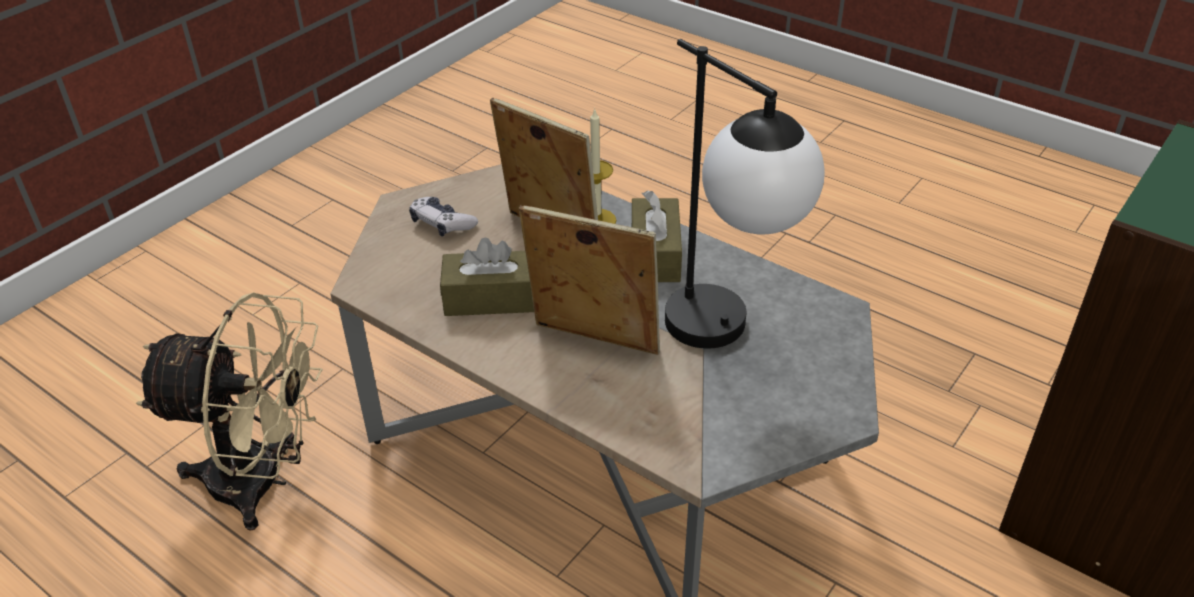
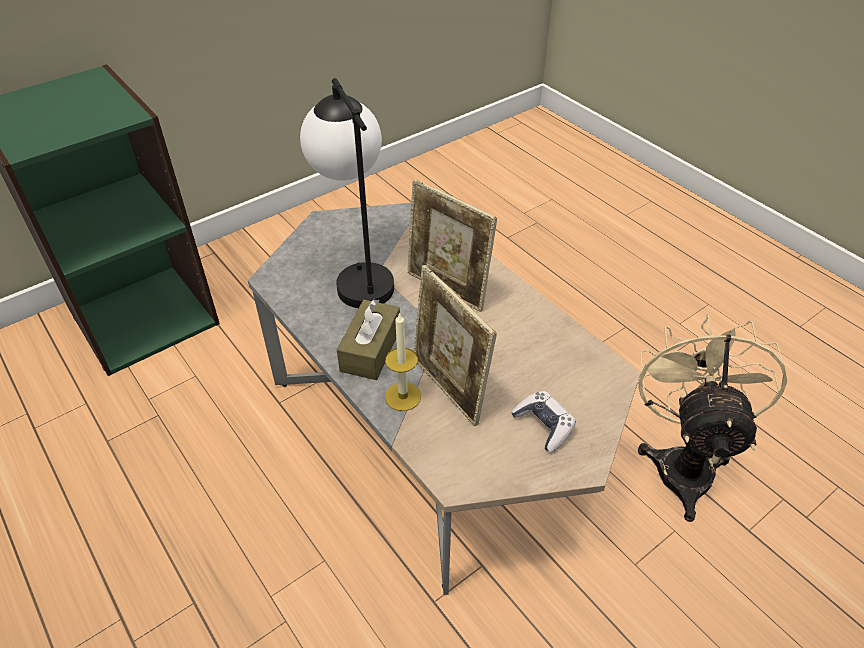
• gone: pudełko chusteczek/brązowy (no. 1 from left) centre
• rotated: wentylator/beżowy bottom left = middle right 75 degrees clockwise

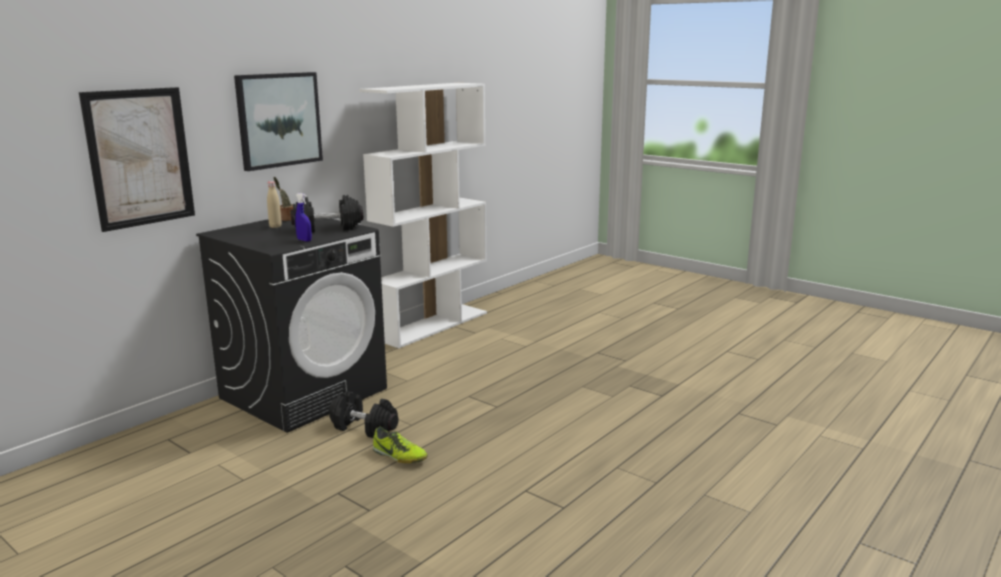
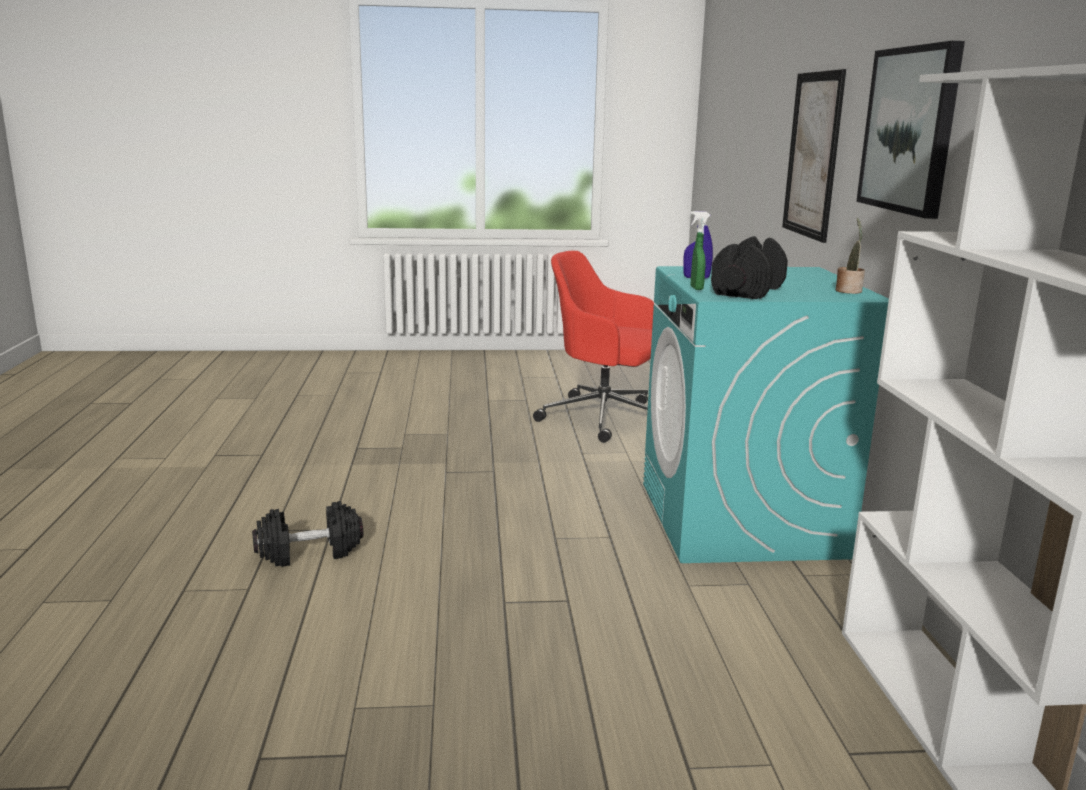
• gone: butelka/beżowy middle left
• repainted: pralka/czarny middle left to pralka/turkusowy middle right
• shifted: hantel/czarny (no. 2 from left in the first image) bottom centre to hantel/czarny (no. 1 from left) bottom left
• gone: but bottom centre
• new: spryskiwacz/zielony top centre
• new: krzesło biurowe/czerwony centre

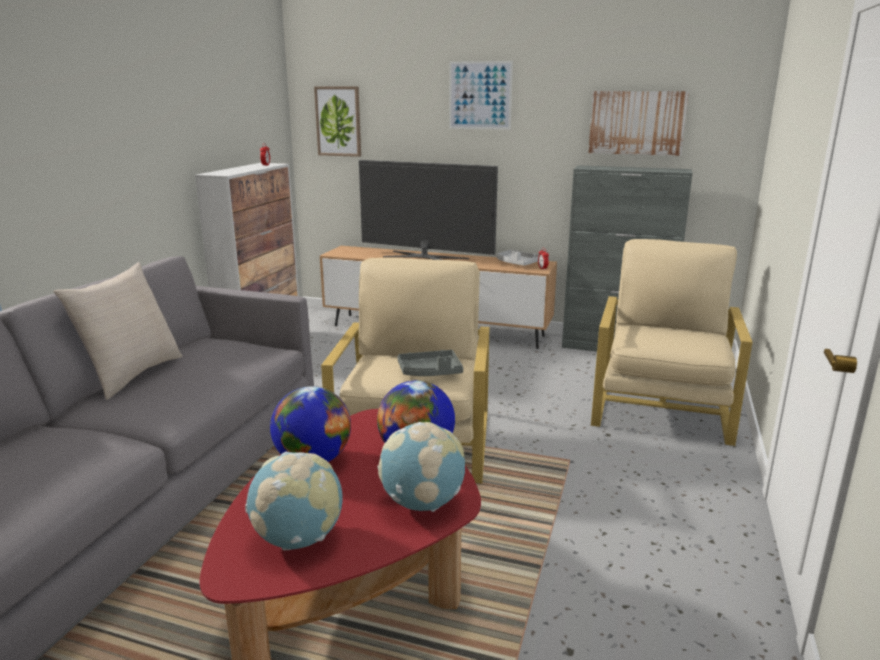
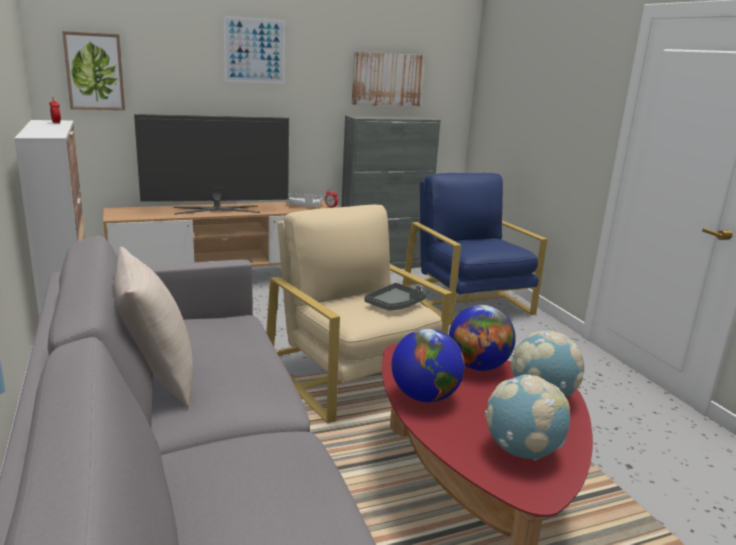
• repainted: fotel/beżowy (no. 2 from left) middle right to fotel/niebieski centre

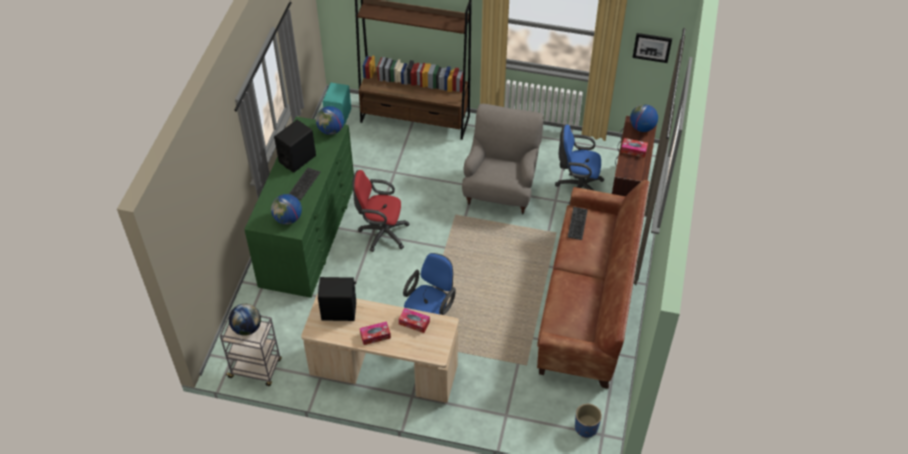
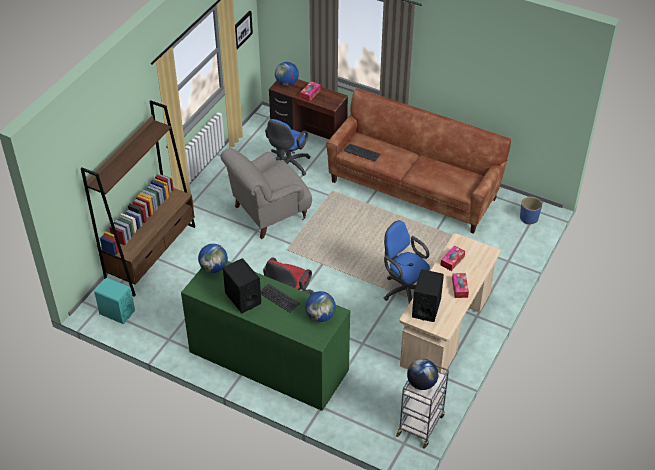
• rotated: fotel/szary centre = centre 60 degrees counterclockwise

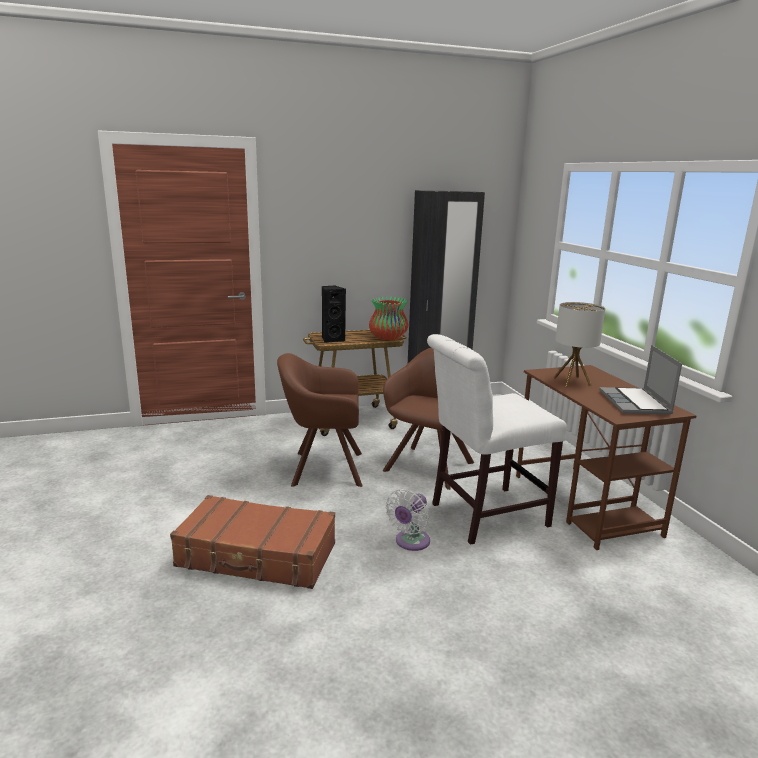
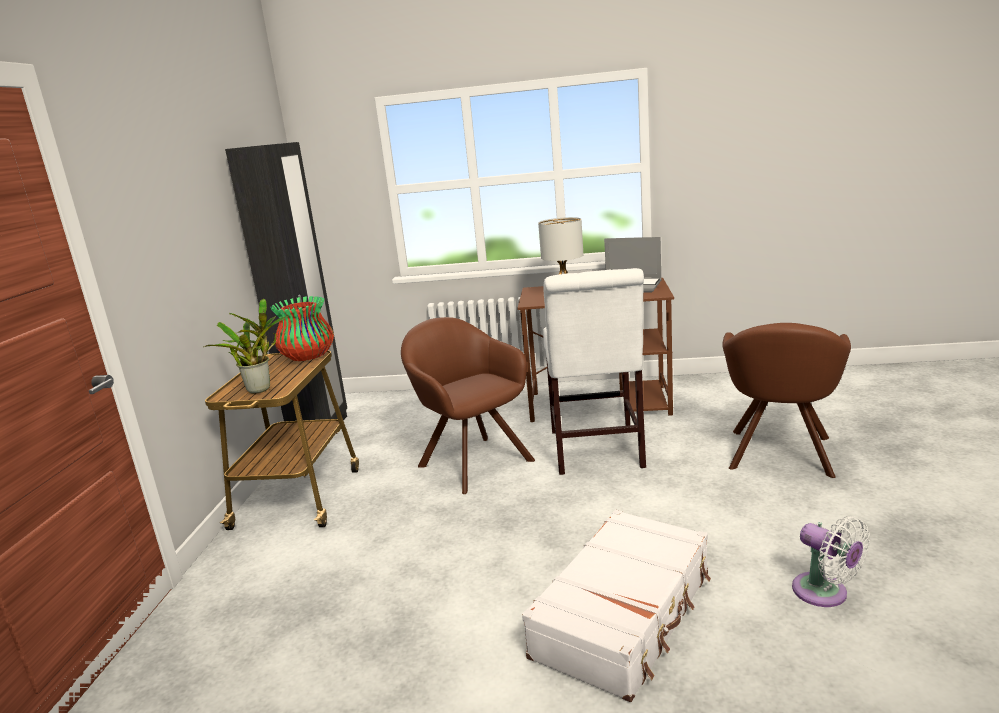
• swapped: głośnik/czarny centre to roślina doniczkowa middle left
• shifted: fotel/brązowy (no. 1 from left in the first image) centre to fotel/brązowy (no. 2 from left) middle right
• shifted: wentylator/biały bottom centre to bottom right
• repainted: walizka/brązowy bottom left to walizka/biały bottom centre

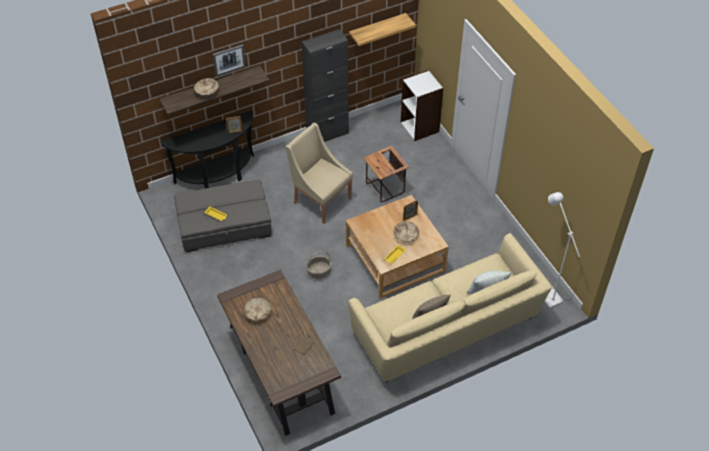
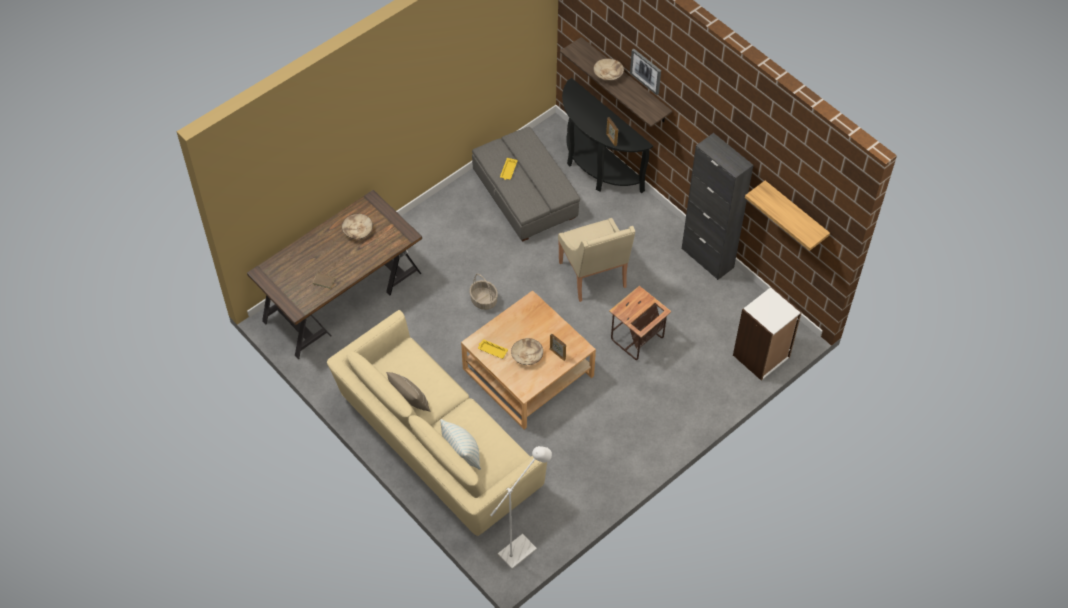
• rotated: fotel/beżowy centre = centre 135 degrees clockwise

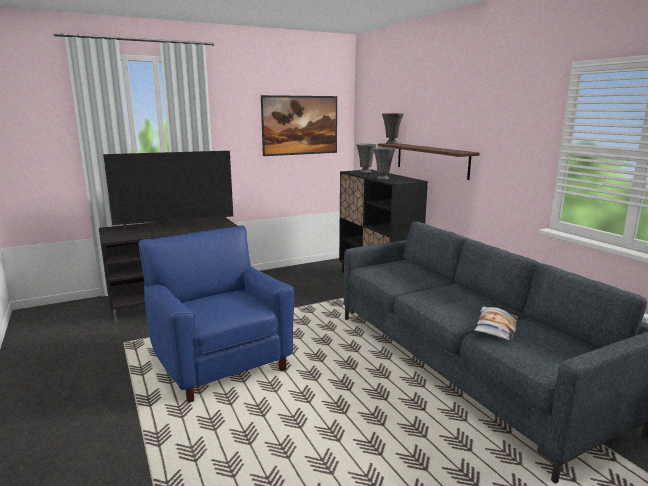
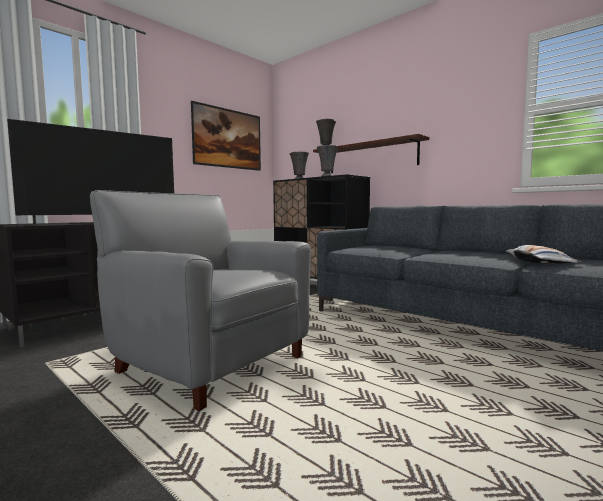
• repainted: fotel/niebieski centre to fotel/szary middle left

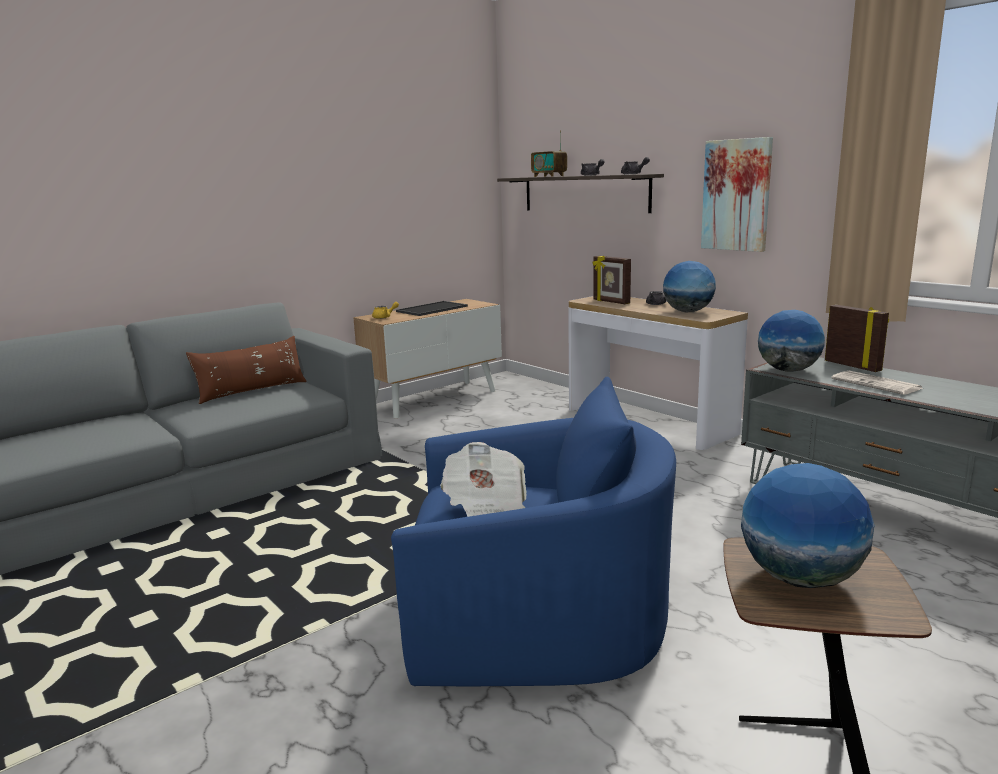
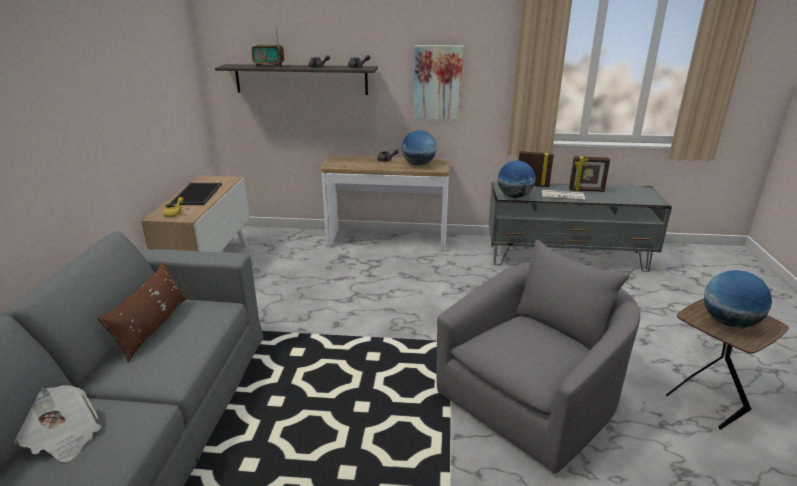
• shifted: ramka na zdjęcie (no. 1 from left in the first image) centre to ramka na zdjęcie (no. 2 from left) middle right
• repainted: fotel/niebieski bottom centre to fotel/szary bottom right
• shifted: gazeta (no. 1 from left) centre to bottom left

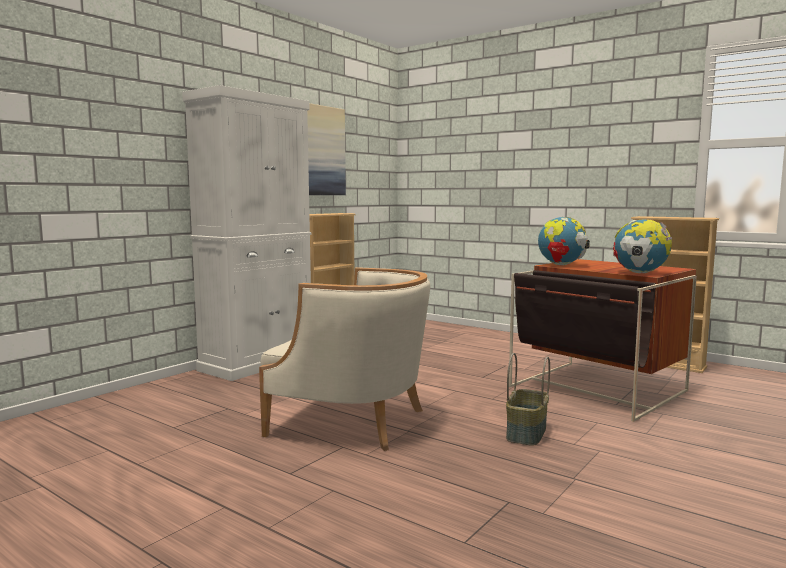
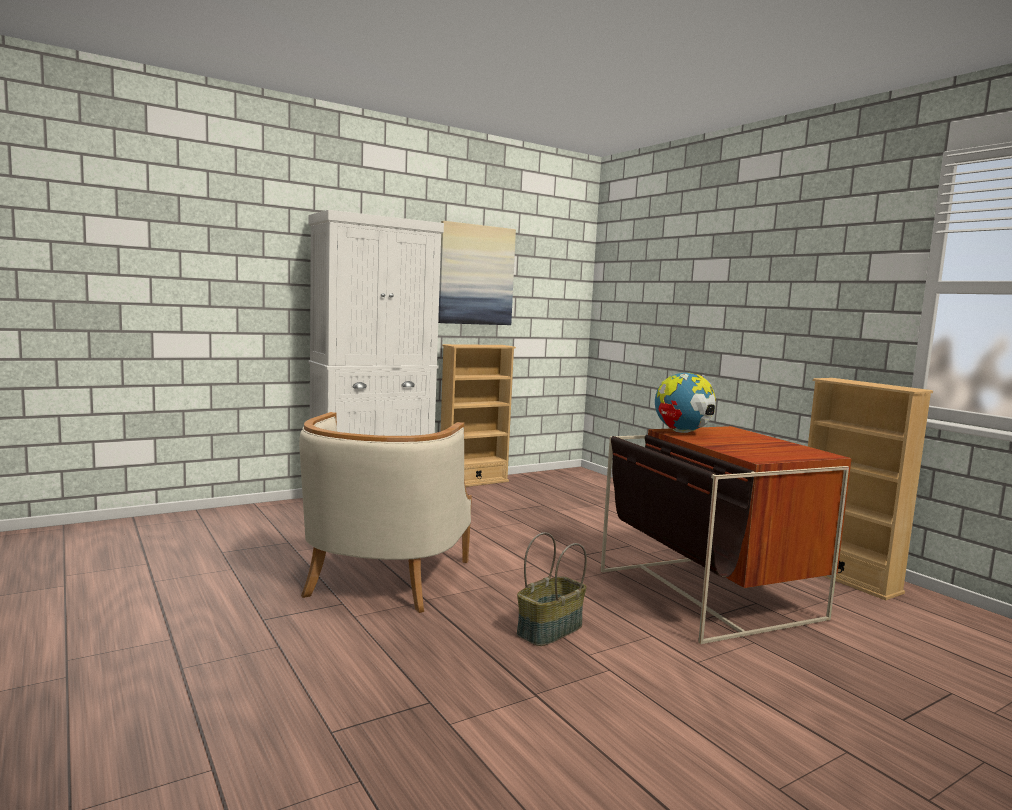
• gone: globus (no. 2 from left) middle right
• rotated: fotel/beżowy centre = centre 60 degrees clockwise

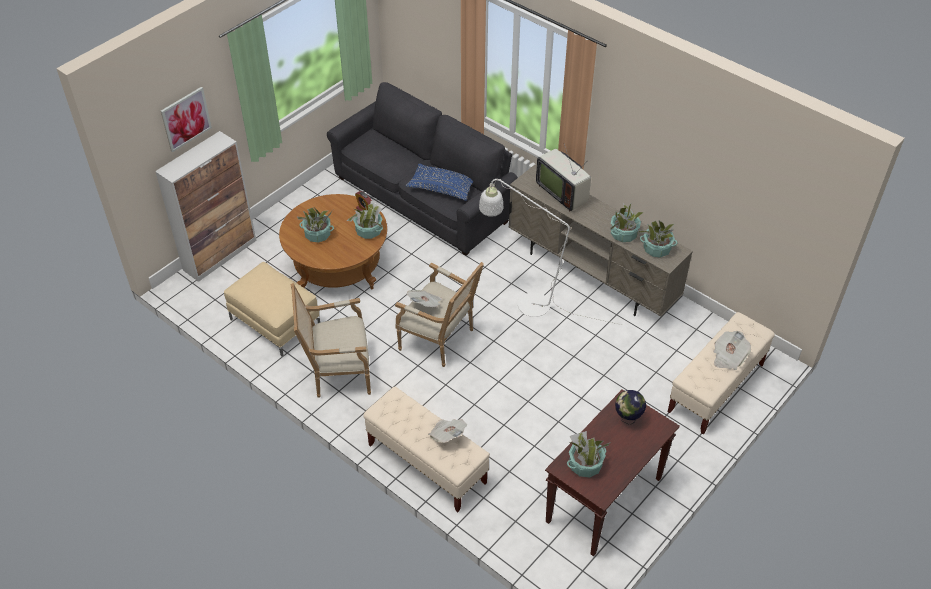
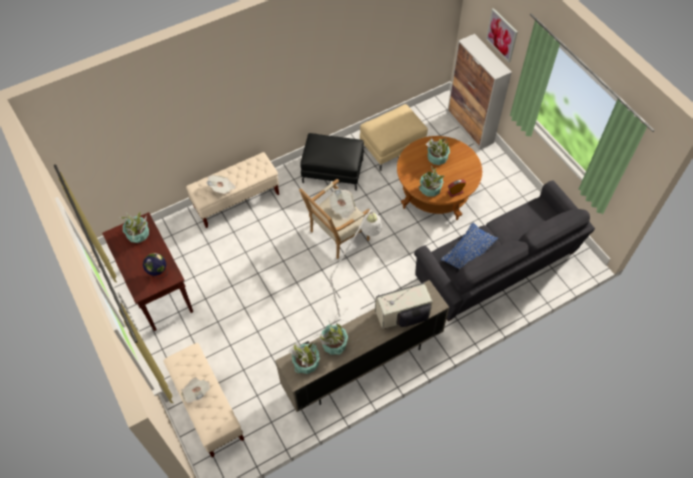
• swapped: fotel (no. 1 from left) centre to pufa/czarny centre

